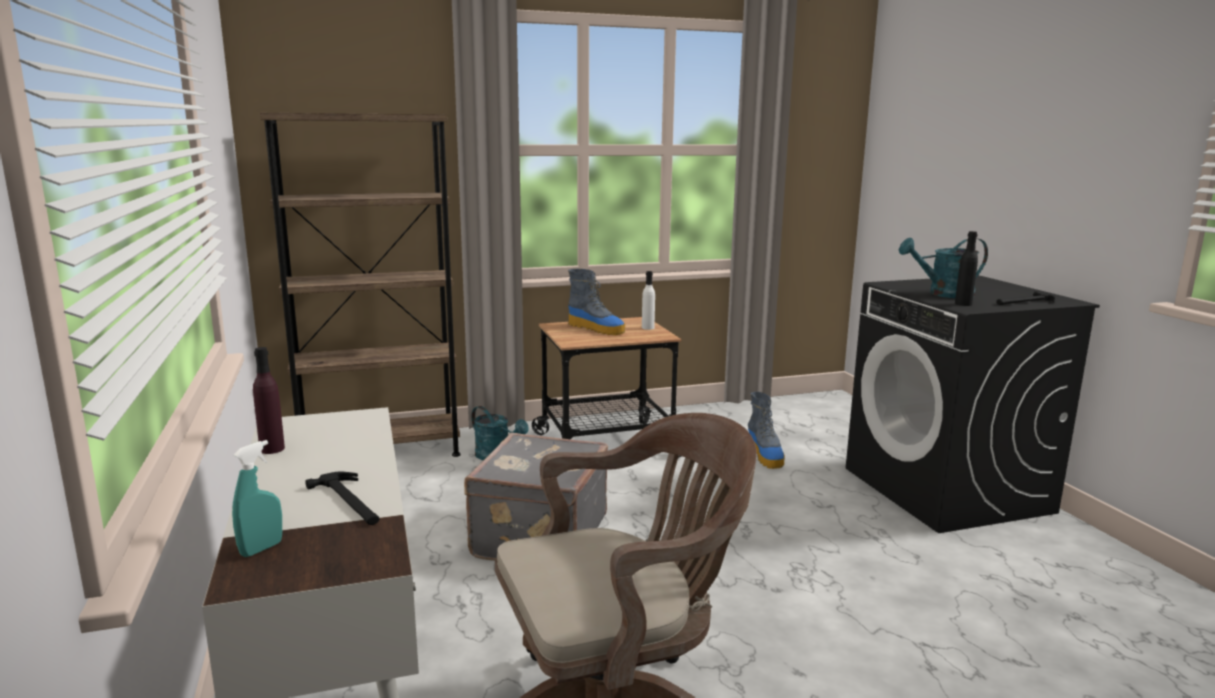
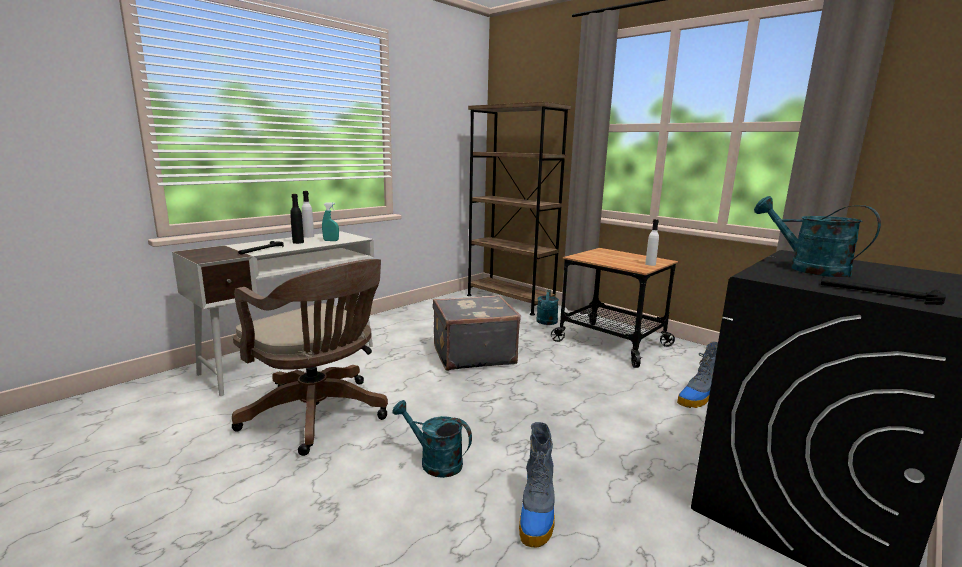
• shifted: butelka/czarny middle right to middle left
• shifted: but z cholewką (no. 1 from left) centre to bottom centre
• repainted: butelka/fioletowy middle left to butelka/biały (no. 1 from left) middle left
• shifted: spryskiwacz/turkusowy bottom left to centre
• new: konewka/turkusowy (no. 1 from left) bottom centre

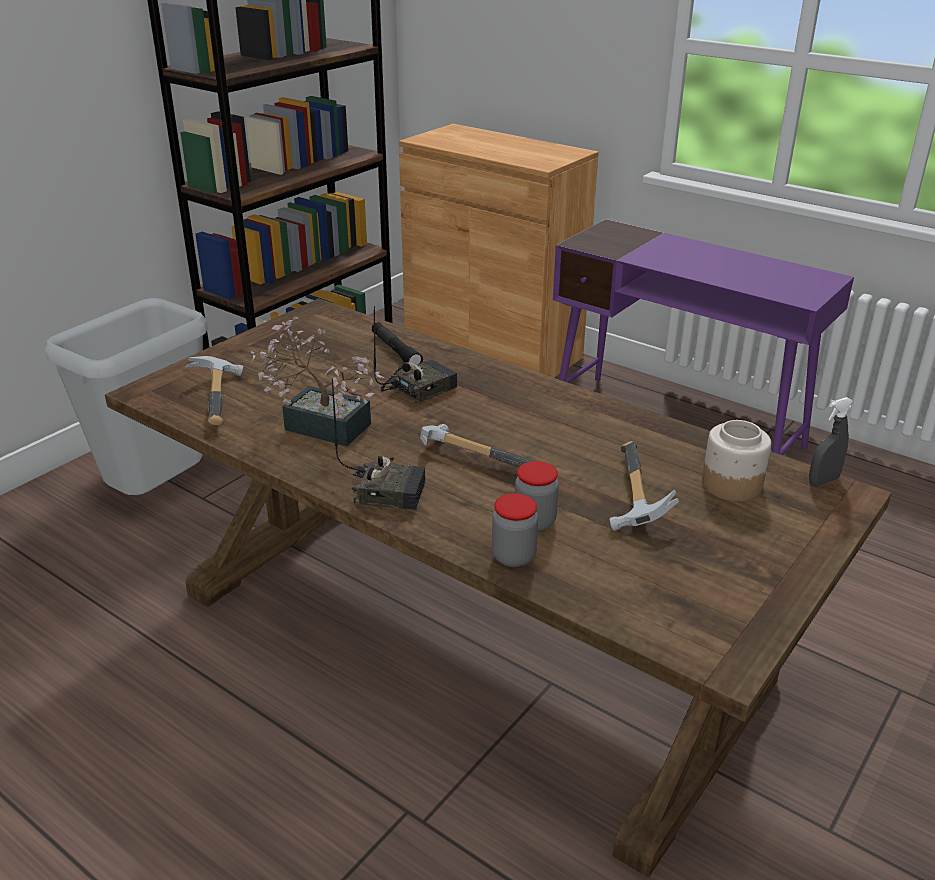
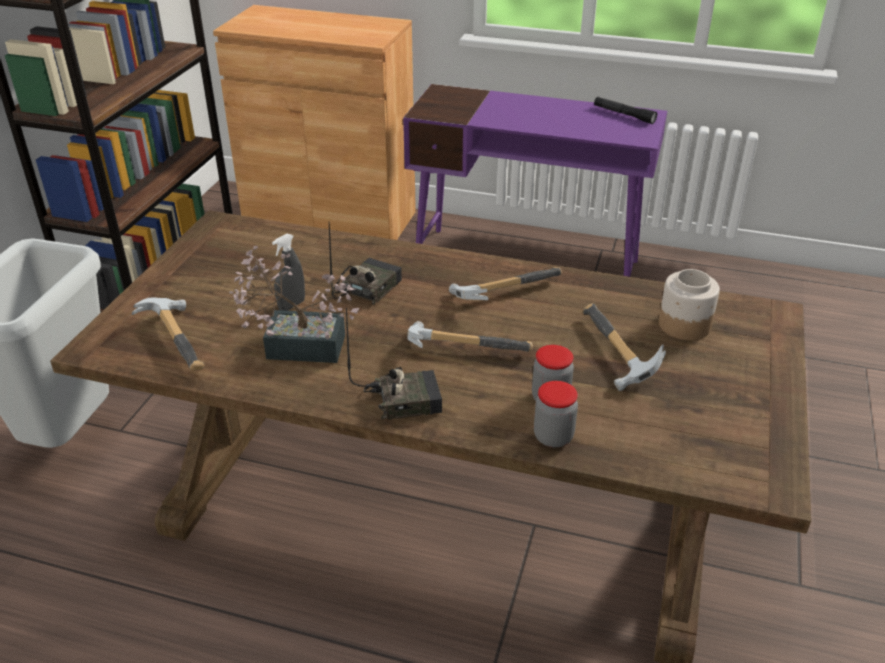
• shifted: latarka/czarny centre to top right
• shifted: spryskiwacz/szary middle right to middle left
• new: młotek (no. 3 from left) centre

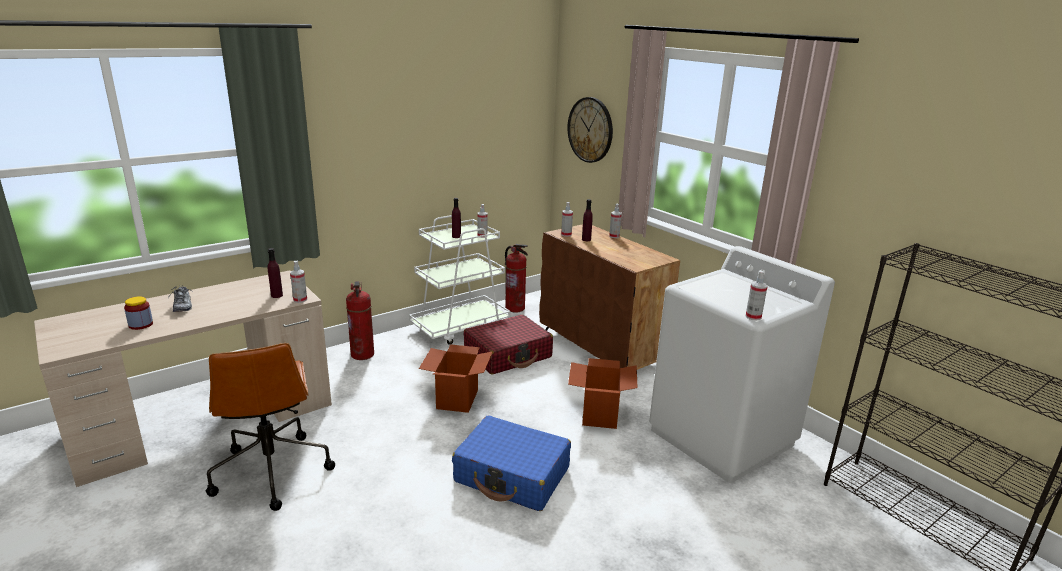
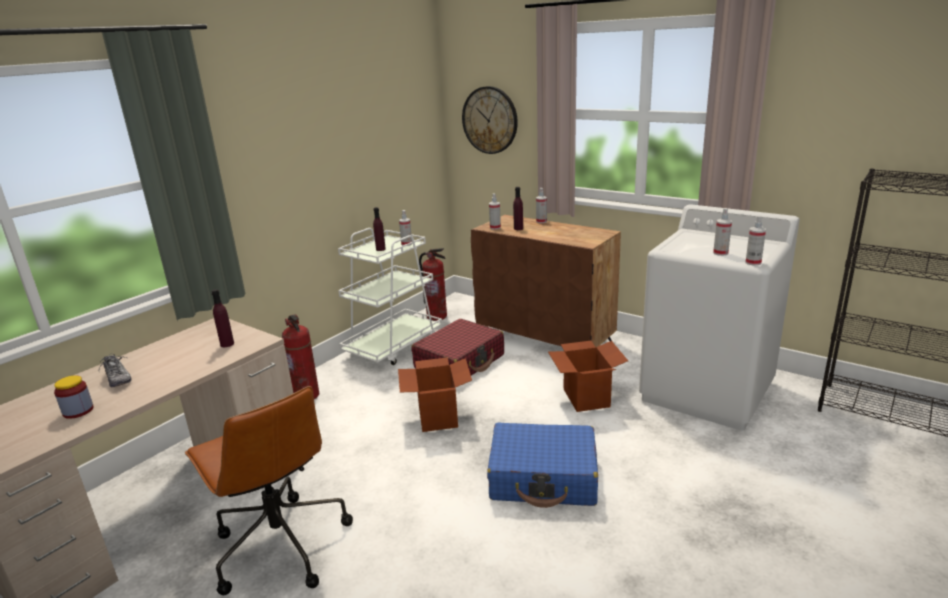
• shifted: spryskiwacz (no. 1 from left in the first image) middle left to spryskiwacz (no. 4 from left) middle right

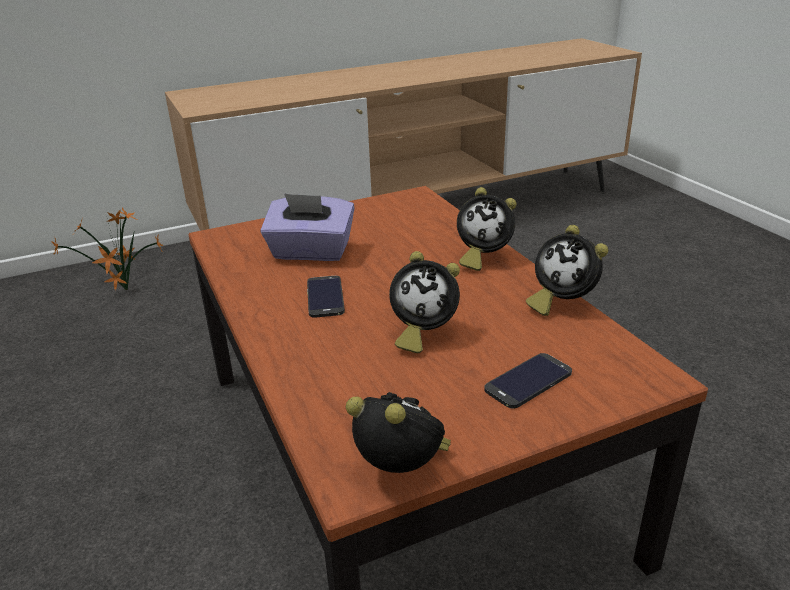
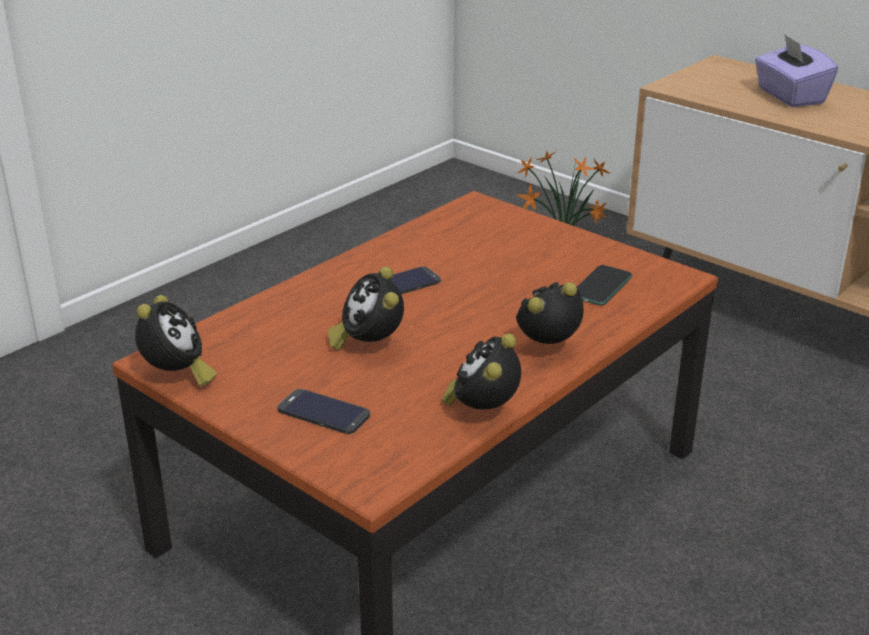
• rotated: budzik (no. 3 from left in the first image) centre = centre 75 degrees clockwise
• shifted: pudełko chusteczek/fioletowy centre to top right
• new: telefon (no. 3 from left) middle right

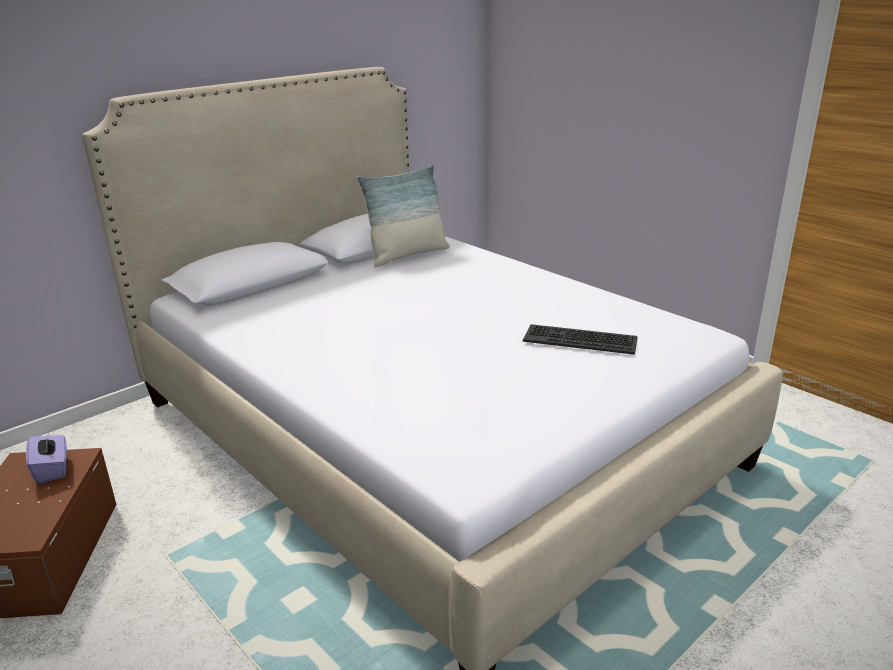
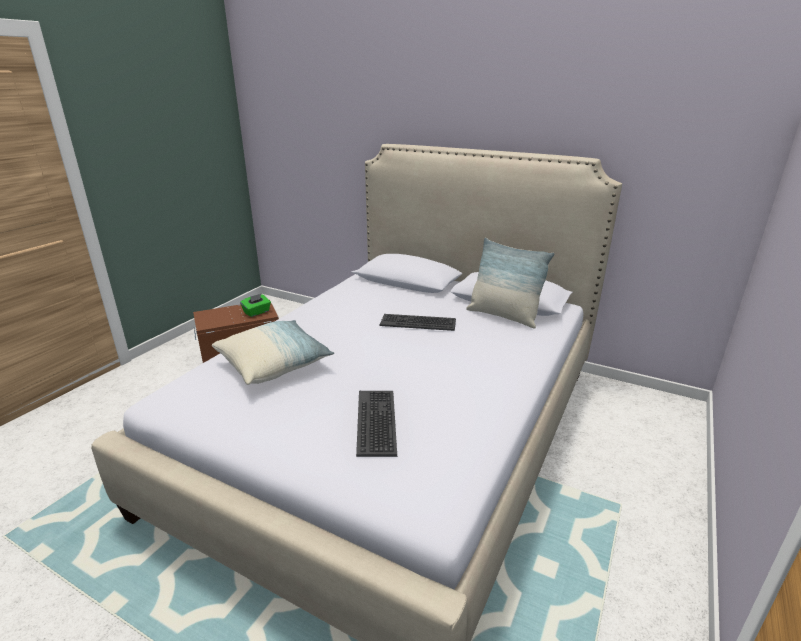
• repainted: pudełko chusteczek/fioletowy bottom left to pudełko chusteczek/zielony middle left
• new: klawiatura (no. 2 from left) centre
• new: poduszka (no. 1 from left) centre

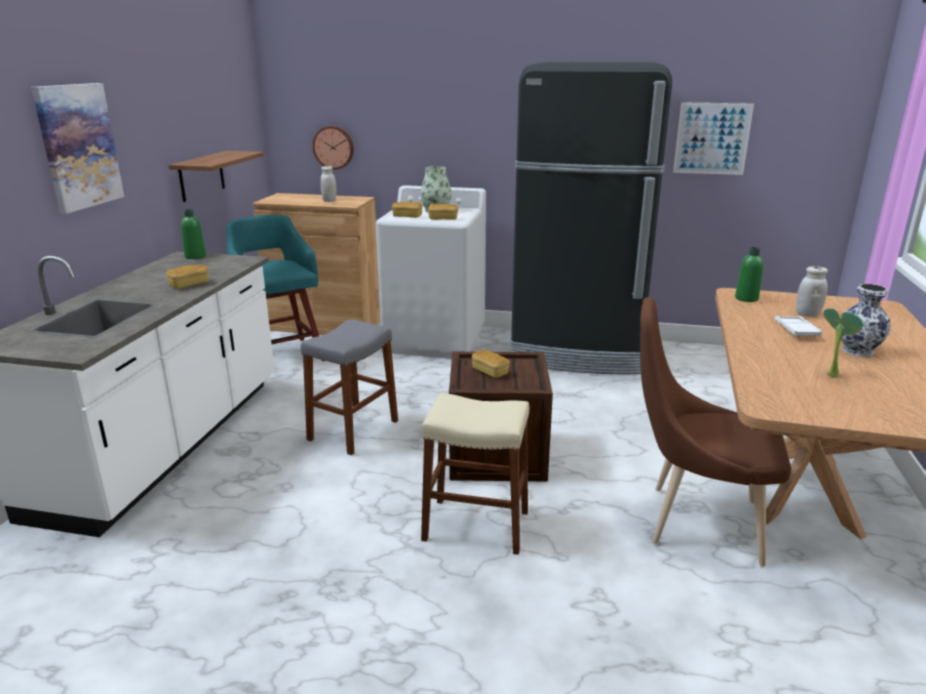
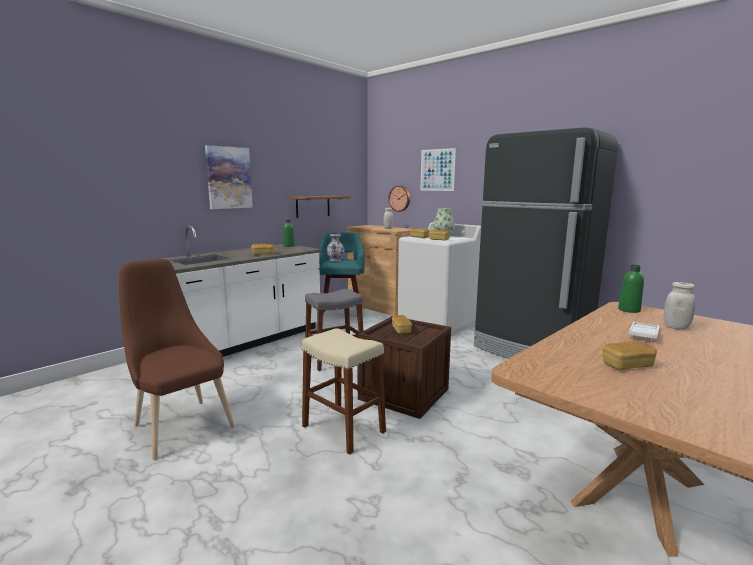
• shifted: obraz (no. 2 from left) top right to top centre
• shifted: wazon (no. 2 from left in the first image) middle right to wazon (no. 1 from left) centre
• shifted: krzesło/brązowy middle right to middle left
• swapped: roślina doniczkowa middle right to chleb (no. 5 from left) middle right

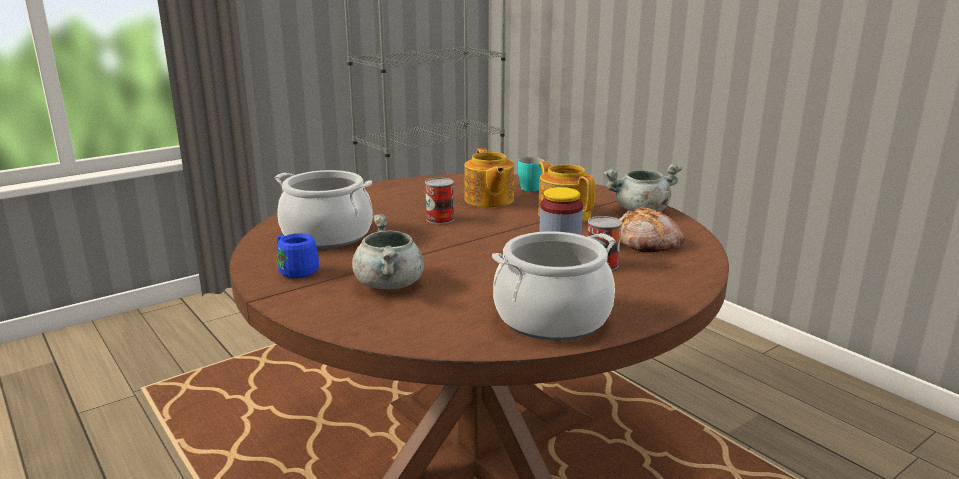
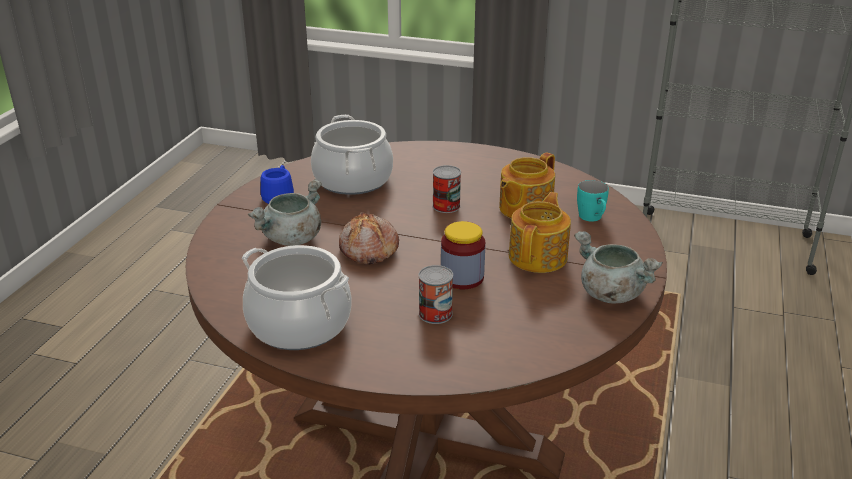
• shifted: chleb middle right to centre

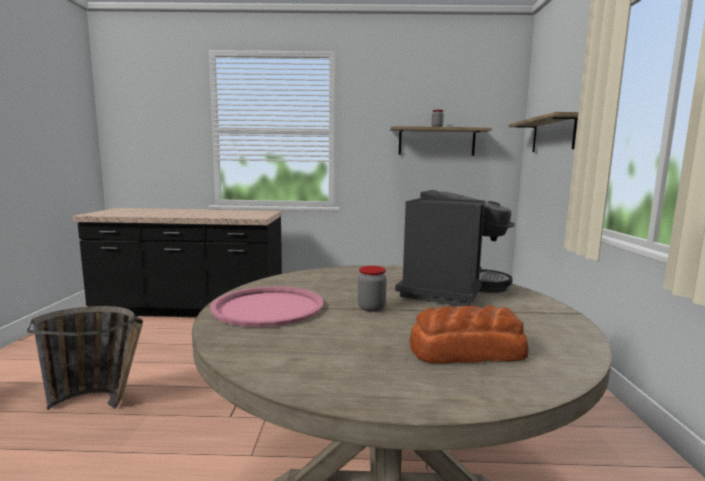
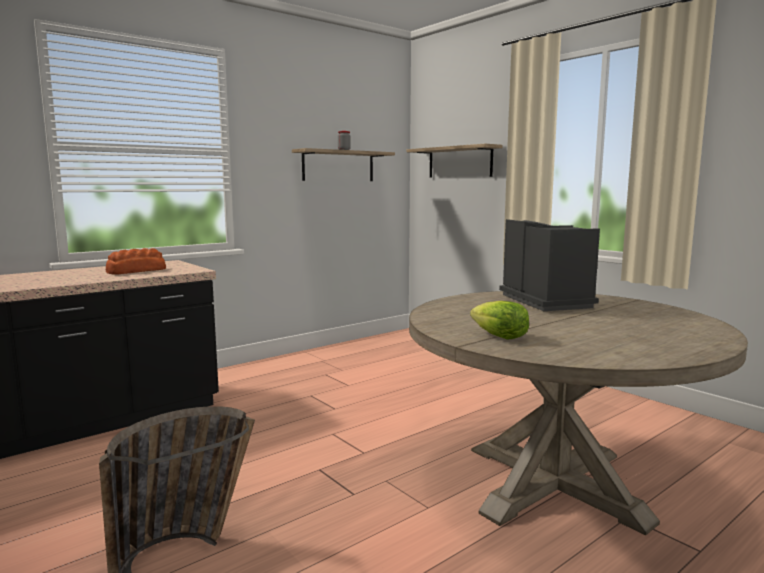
• gone: słoik (no. 1 from left) centre
• swapped: taca/różowy centre to sałata centre
• shifted: chleb bottom centre to middle left

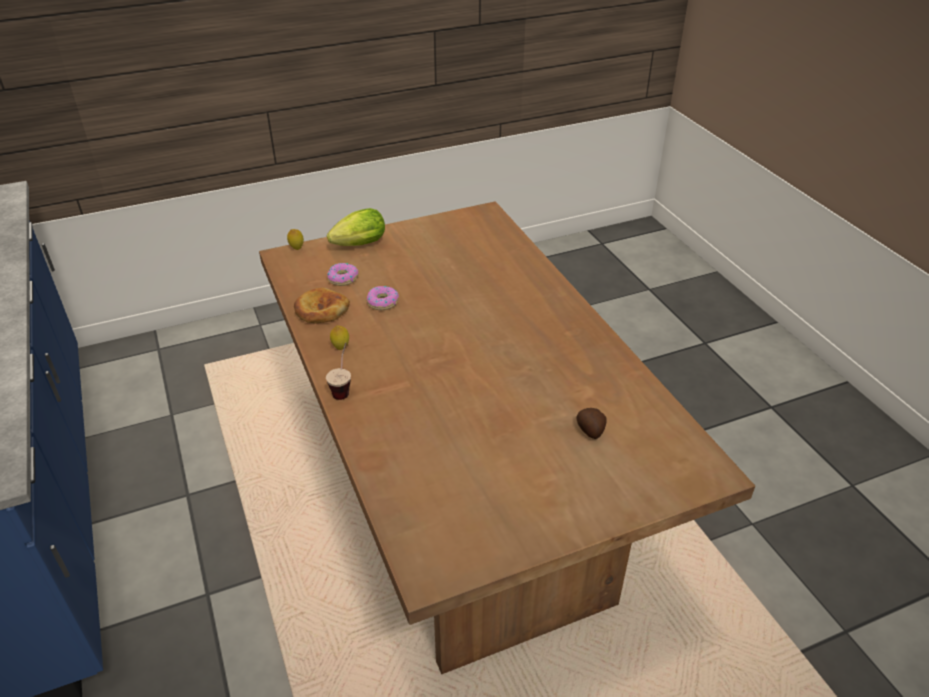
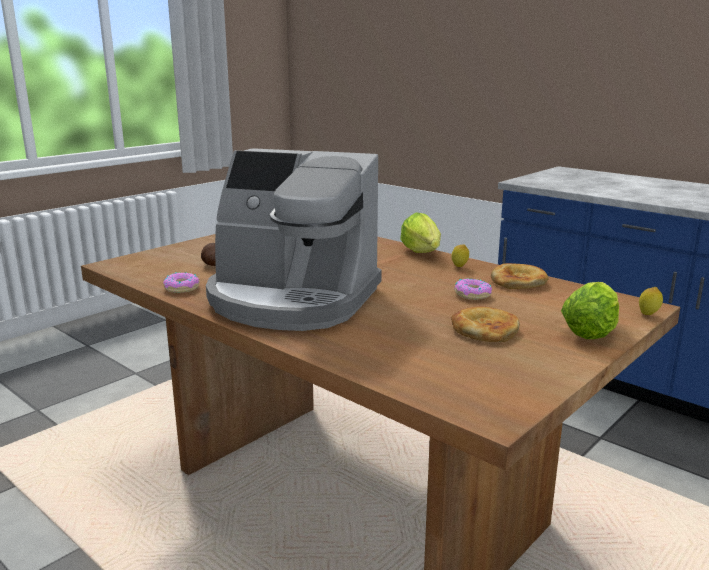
• shifted: donut (no. 1 from left) centre to middle left
• swapped: filiżanka centre to sałata (no. 1 from left) centre
• new: ekspres do kawy centre
• new: chleb (no. 1 from left) middle right

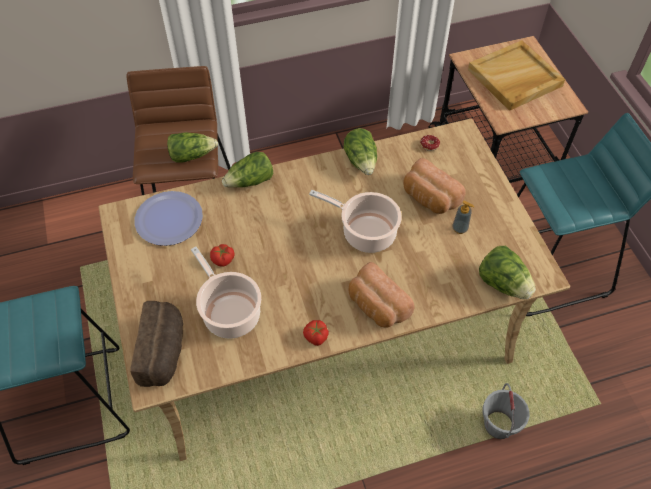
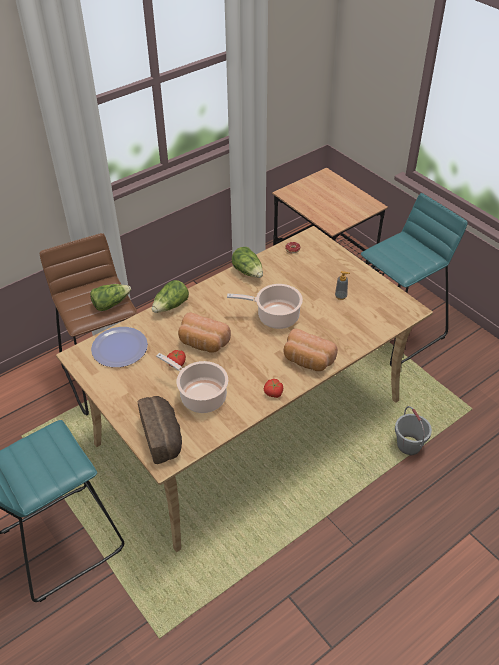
• gone: taca/beżowy top right
• shifted: chleb (no. 3 from left in the first image) middle right to chleb (no. 2 from left) centre
• gone: sałata (no. 4 from left) middle right

